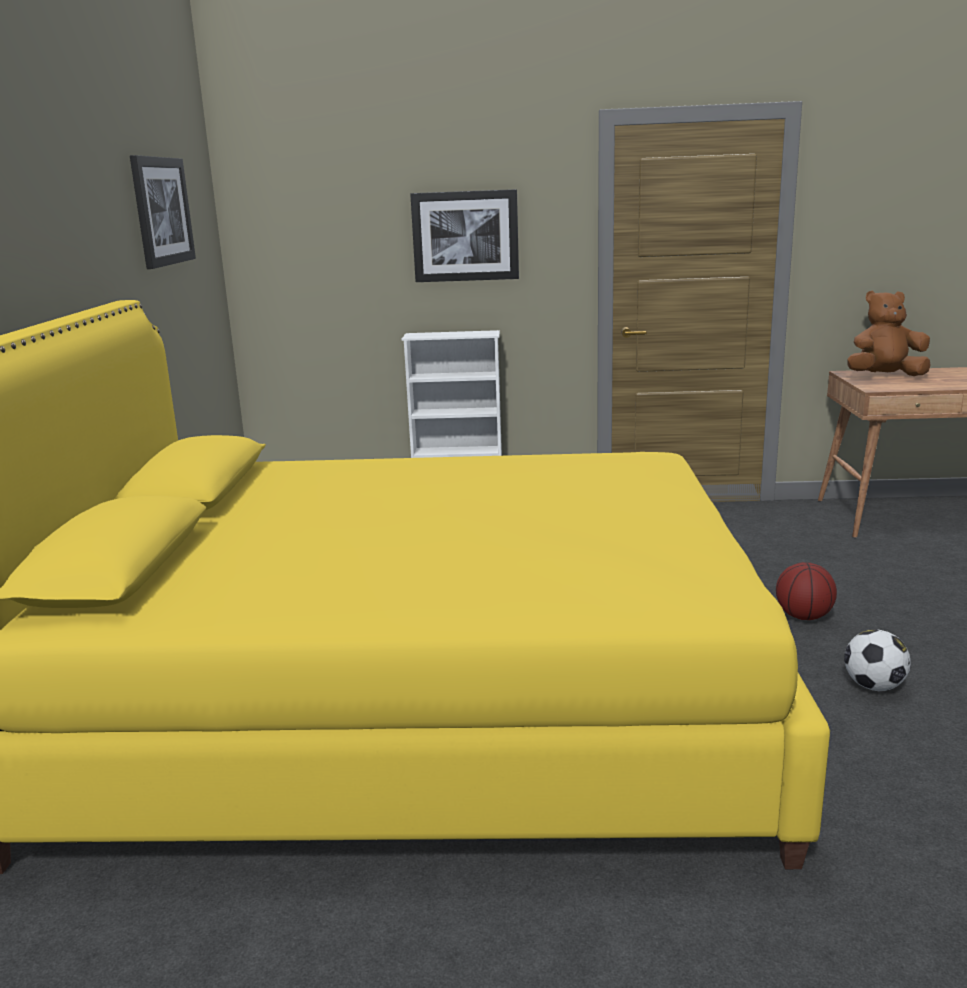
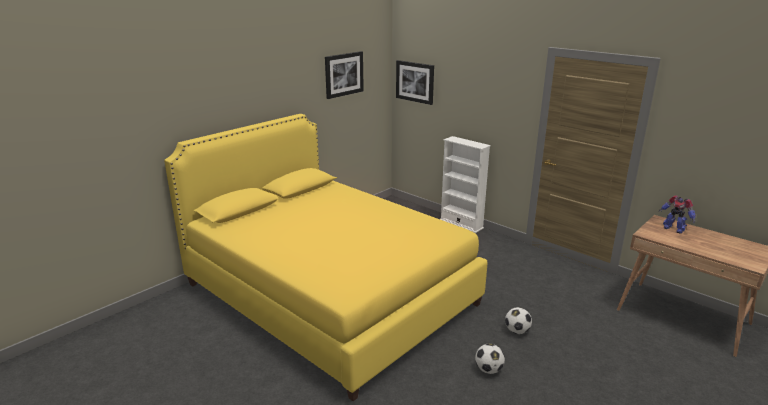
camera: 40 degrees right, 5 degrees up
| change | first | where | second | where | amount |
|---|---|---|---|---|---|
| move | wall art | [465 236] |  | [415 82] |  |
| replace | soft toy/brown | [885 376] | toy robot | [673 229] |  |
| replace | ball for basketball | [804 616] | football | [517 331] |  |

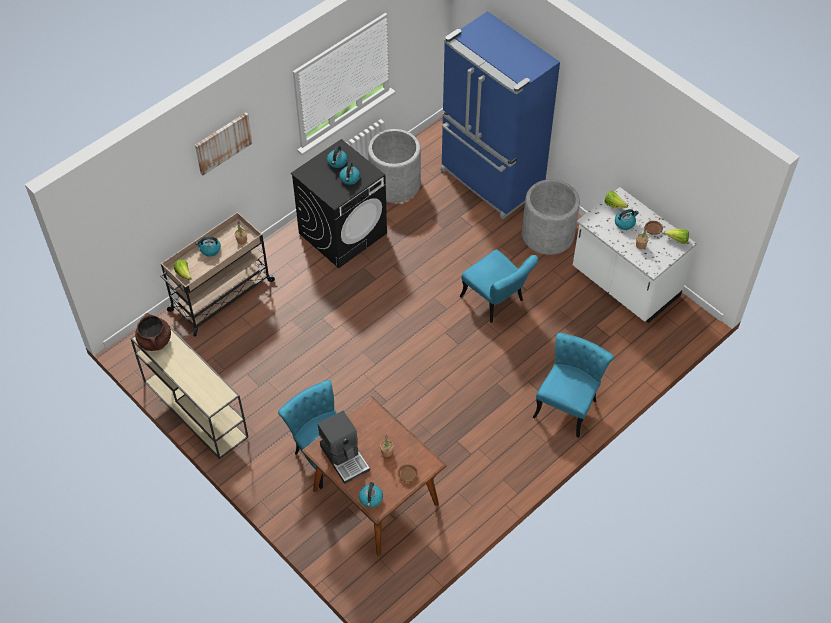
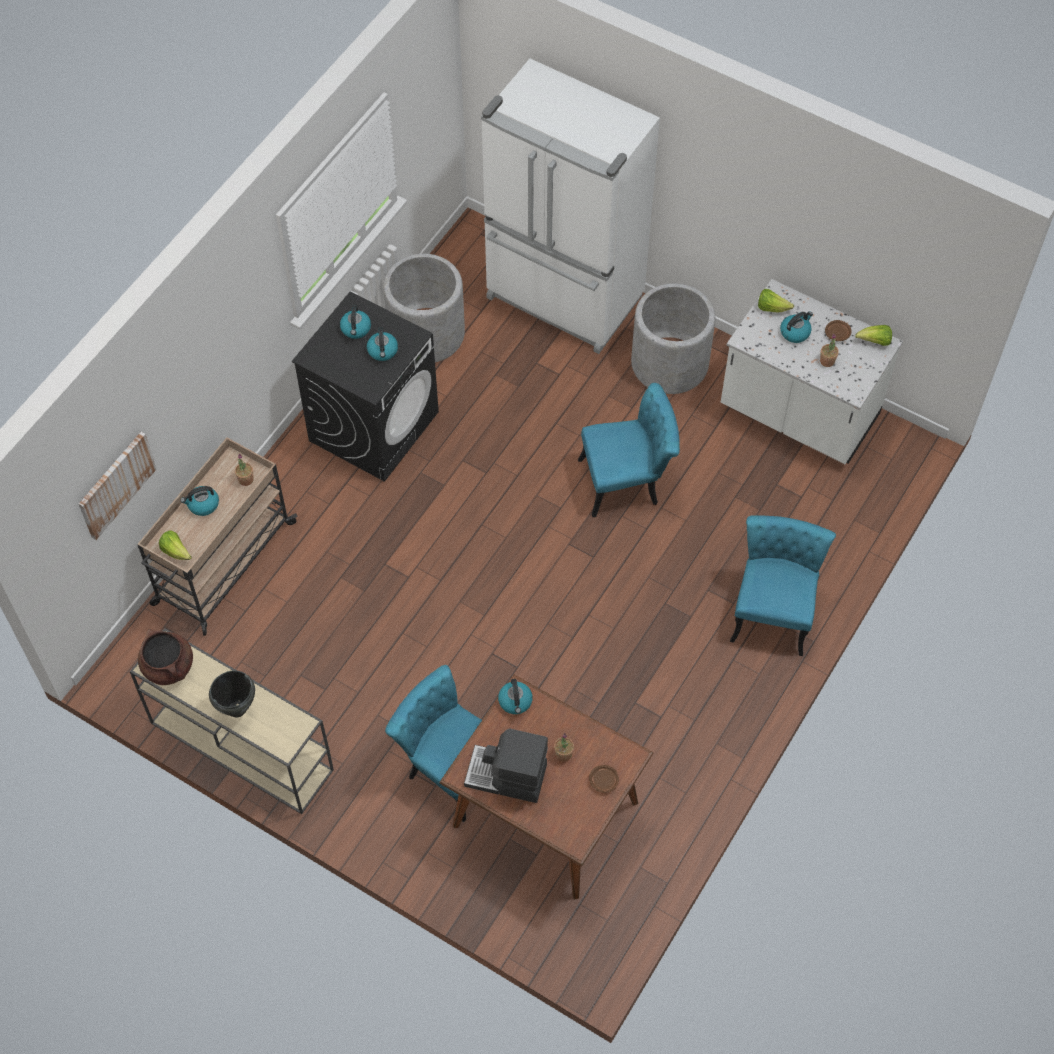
camera: 15 degrees left, 5 degrees up
| change | first | where | second | where | amount |
|---|---|---|---|---|---|
| recolor | kitchen fridge/blue | [490 181] | kitchen fridge/whitish | [563 299] |  |
| move | wall art | [223 143] |  | [116 484] |  |
| rotate | plain chair/turquoise | [496 302] |  | [627 481] | 45 degrees counterclockwise |
| rotate | coffee brewer | [345 457] |  | [506 776] | 150 degrees clockwise |
| move | tea kettle | [371 499] |  | [515 702] |  |
| insert |  |  | saucepot/black-coloured | [236 709] |  |

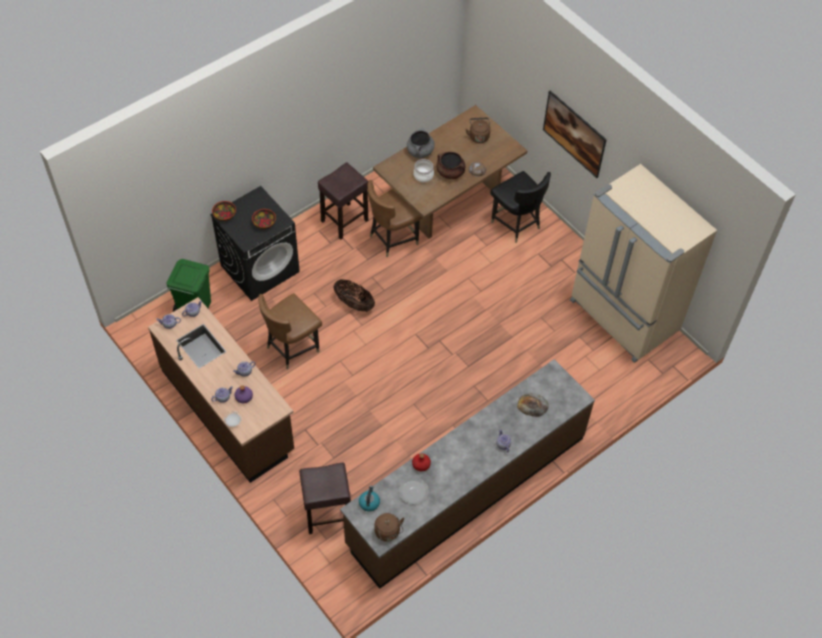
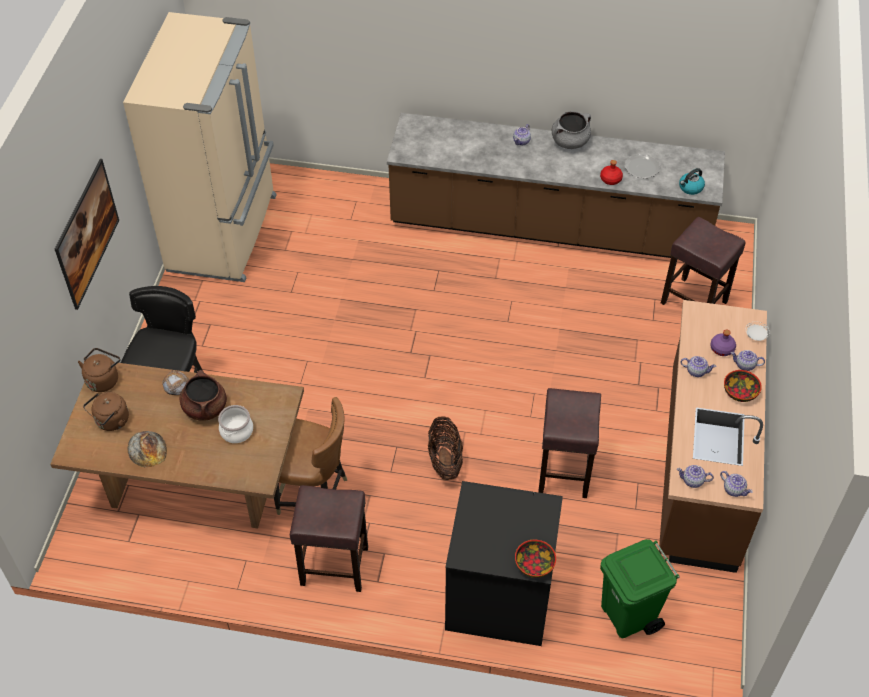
camera: 130 degrees left, 5 degrees down
| change | first | where | second | where | amount |
|---|---|---|---|---|---|
| move | saucepot/grey | [420 151] |  | [570 141] |  |
| move | deep dish | [264 223] |  | [739 392] |  |
| replace | plain chair/brown | [292 347] | sitting stool/brown | [564 472] |  |
| move | bread | [532 405] |  | [147 449] |  |
| move | tea kettle/brown | [388 533] |  | [103 379] |  |

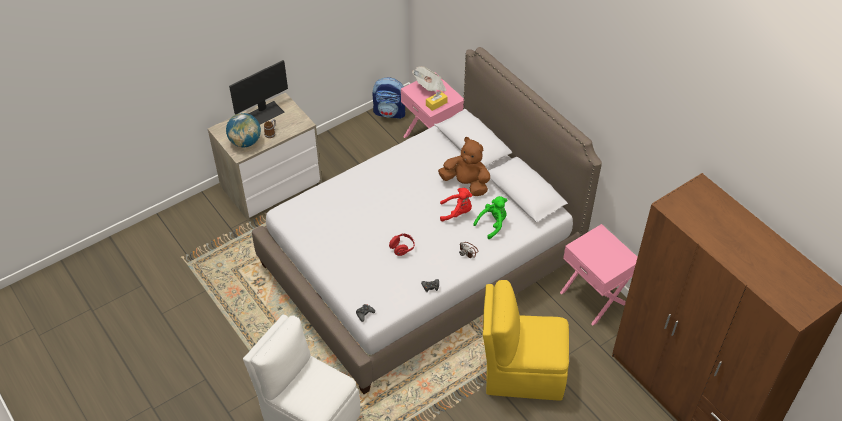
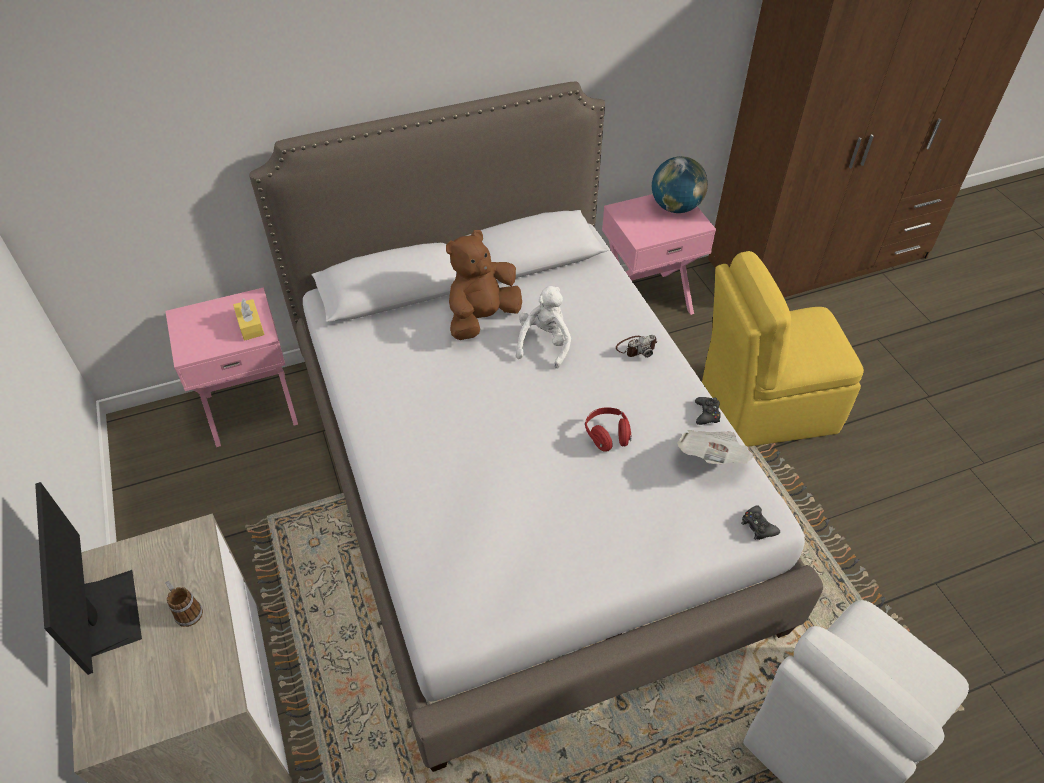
camera: 75 degrees left, 0 degrees up
| change | first | where | second | where | amount |
|---|---|---|---|---|---|
| move | daily paper | [429 87] |  | [712 458] |  |
| delete | backpack | [390 112] |  |  |  |
| move | world globe | [245 142] |  | [675 207] |  |
| recolor | soft toy/red-coloured | [457 212] | soft toy/whitish | [544 344] |  |
| delete | soft toy/greenish | [492 224] |  |  |  |
| rotate | plain chair/yellow | [522 372] |  | [764 408] | 60 degrees clockwise |

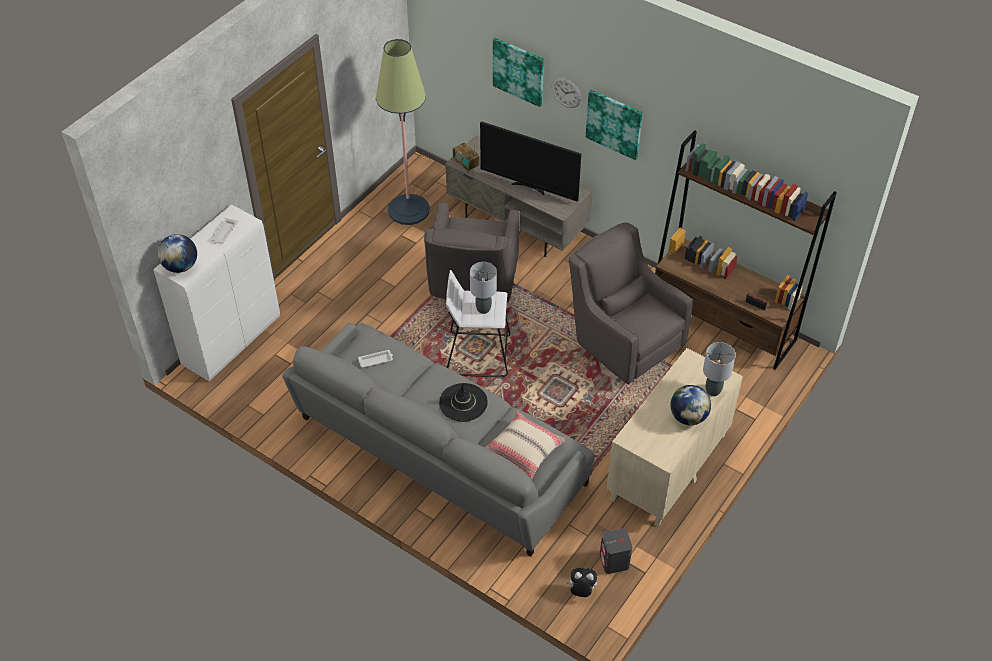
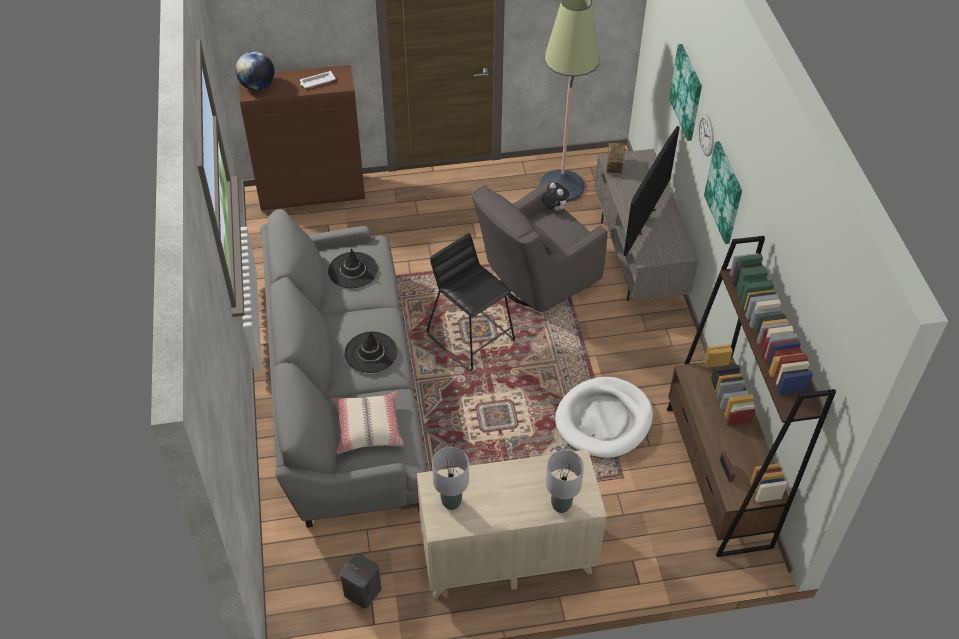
camera: 45 degrees right, 0 degrees up
| change | first | where | second | where | amount |
|---|---|---|---|---|---|
| rotate | TV set | [529 187] |  | [644 220] | 135 degrees counterclockwise |
| recolor | cupboard/whitish | [232 340] | cupboard/brown | [313 193] |  |
| replace | lounge chair/grey | [623 342] | pet bed/whitish | [604 420] |  |
| move | tabletop lamp/grey | [483 309] |  | [451 502] |  |
| recolor | sitting stool/whitish | [478 354] | sitting stool/black-coloured | [471 337] |  |
| replace | carrying tray/whitish | [376 360] | hat/black-coloured | [353 270] |  |
| delete | world globe | [688 417] |  |  |  |
| move | soft toy | [581 591] |  | [553 208] |  |

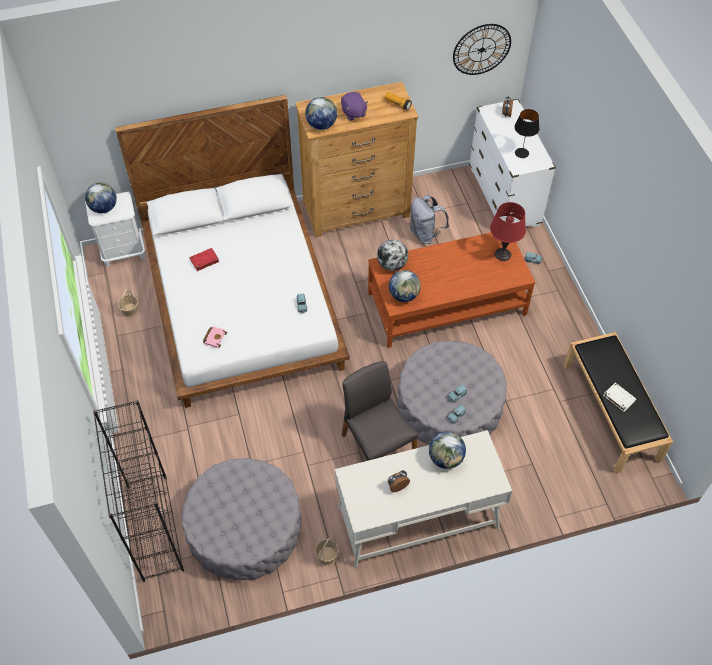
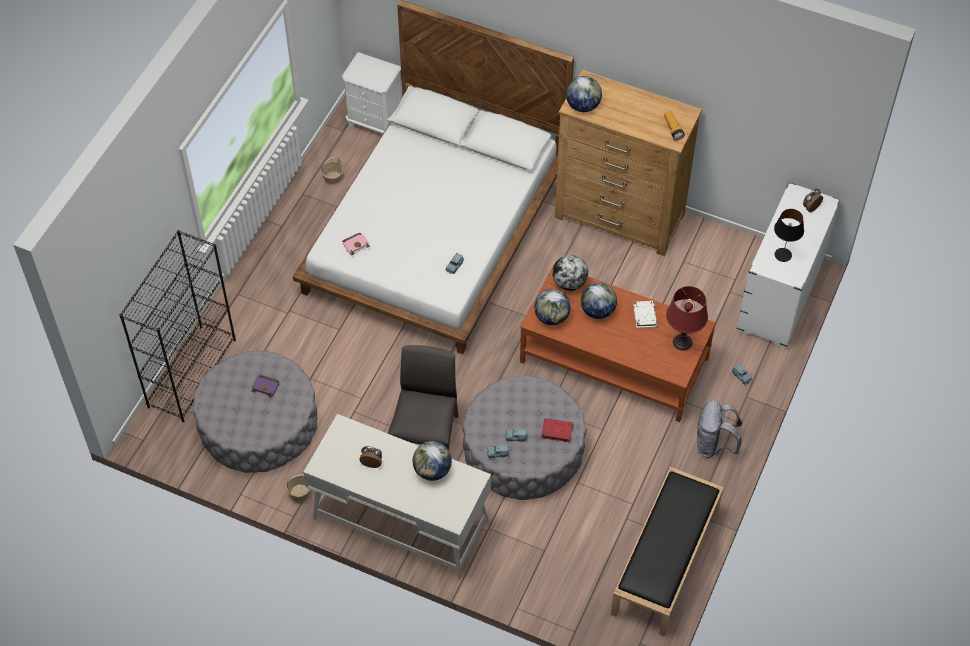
camera: 40 degrees right, 0 degrees up
| change | first | where | second | where | amount |
|---|---|---|---|---|---|
| delete | hanging clock | [482 49] |  |  |  |
| delete | soft toy/purplish | [353 113] |  |  |  |
| move | world globe | [104 208] |  | [597 311] |  |
| move | backpack/grey | [425 234] |  | [714 445] |  |
| move | volume/red-coloured | [204 261] |  | [556 431] |  |
| move | volume/whitish | [618 398] |  | [644 315] |  |
| insert |  |  | volume/purplish | [266 386] |  |

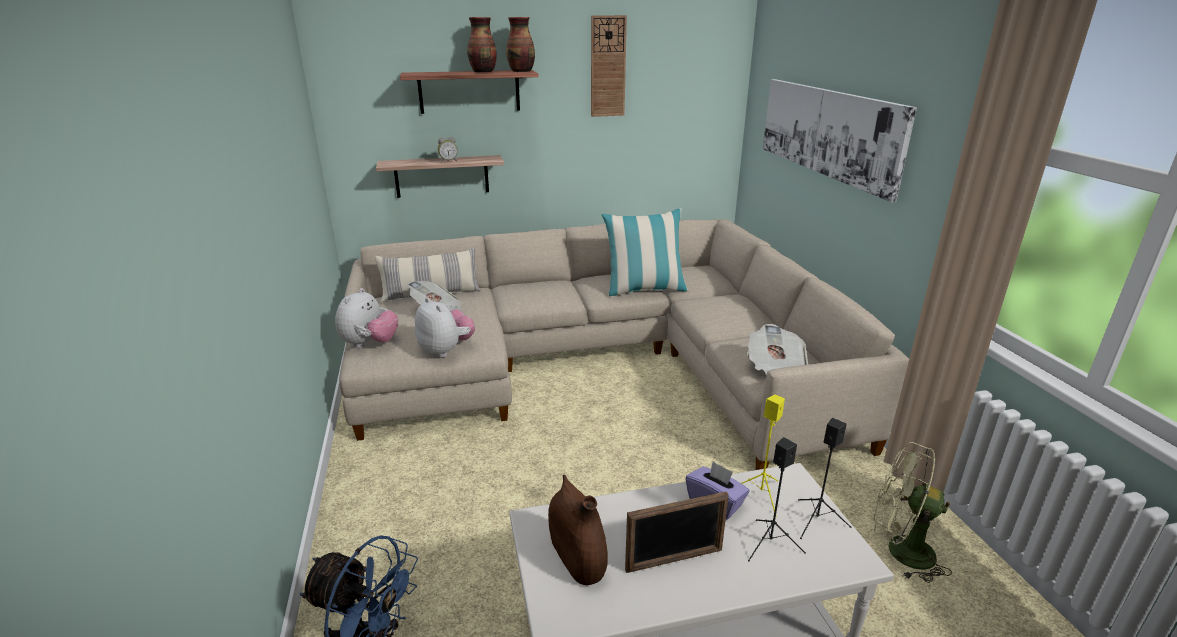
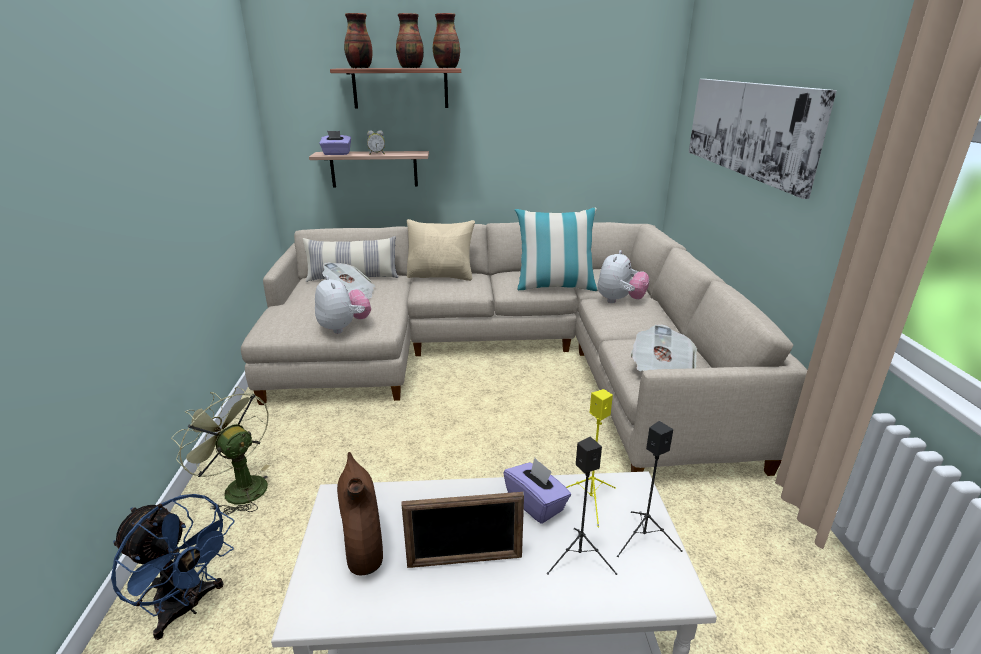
camera: 10 degrees right, 0 degrees up
| change | first | where | second | where | amount |
|---|---|---|---|---|---|
| delete | hanging clock | [608 67] |  |  |  |
| move | soft toy | [370 344] |  | [619 301] |  |
| move | fan/greenish | [899 551] |  | [239 487] |  |
| insert |  |  | flower vase | [359 68] |  |
| insert |  |  | tissue box/purplish | [336 154] |  |
| insert |  |  | cushion/sand-coloured | [441 276] |  |

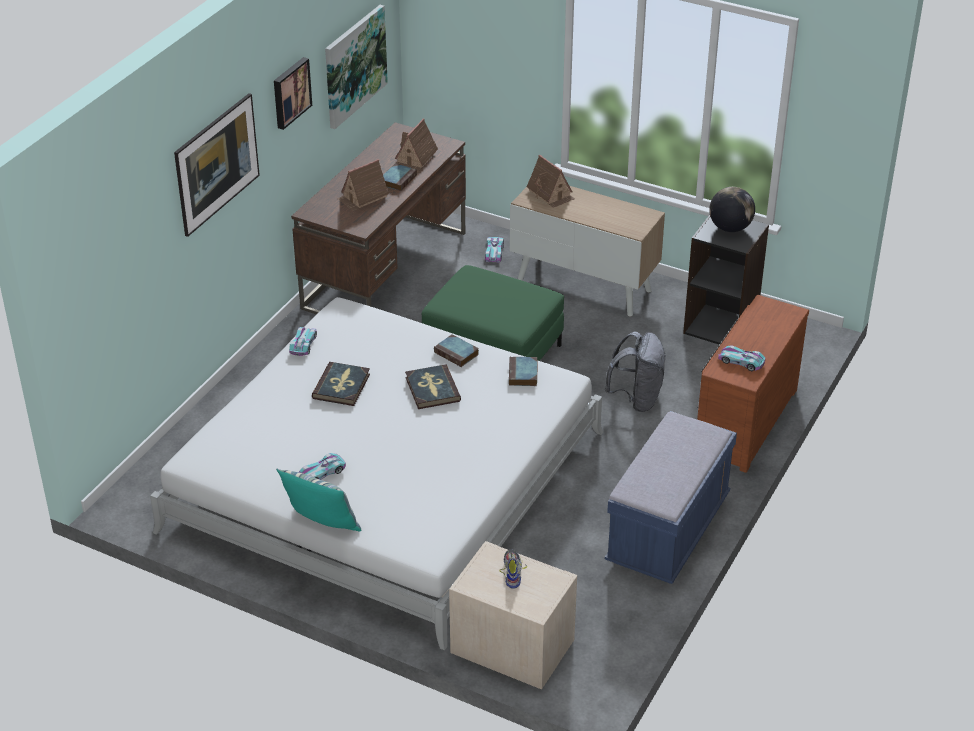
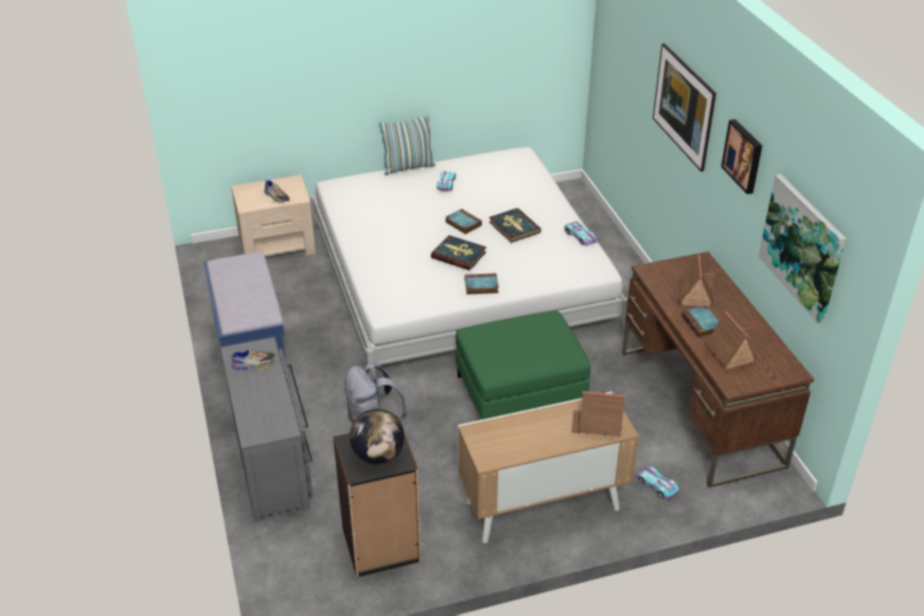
camera: 135 degrees right, 0 degrees up
| change | first | where | second | where | amount |
|---|---|---|---|---|---|
| recolor | dresser/brown | [743 420] | dresser/grey | [274 462] |  |
| replace | toy car | [741 361] | item of footwear | [254 363] |  |
| move | volume | [523 374] |  | [462 223] |  |

